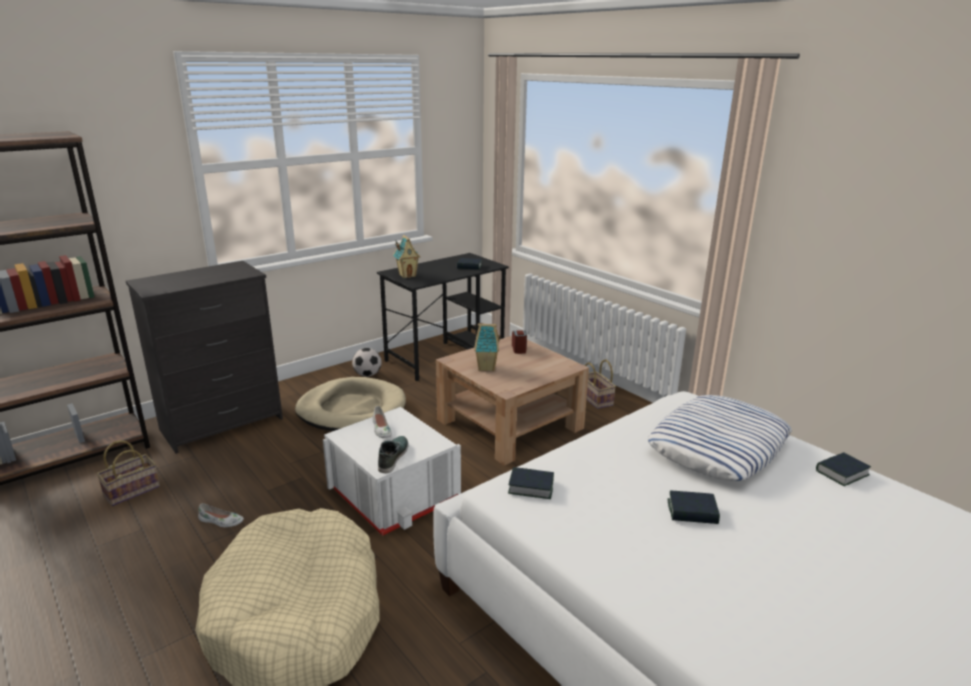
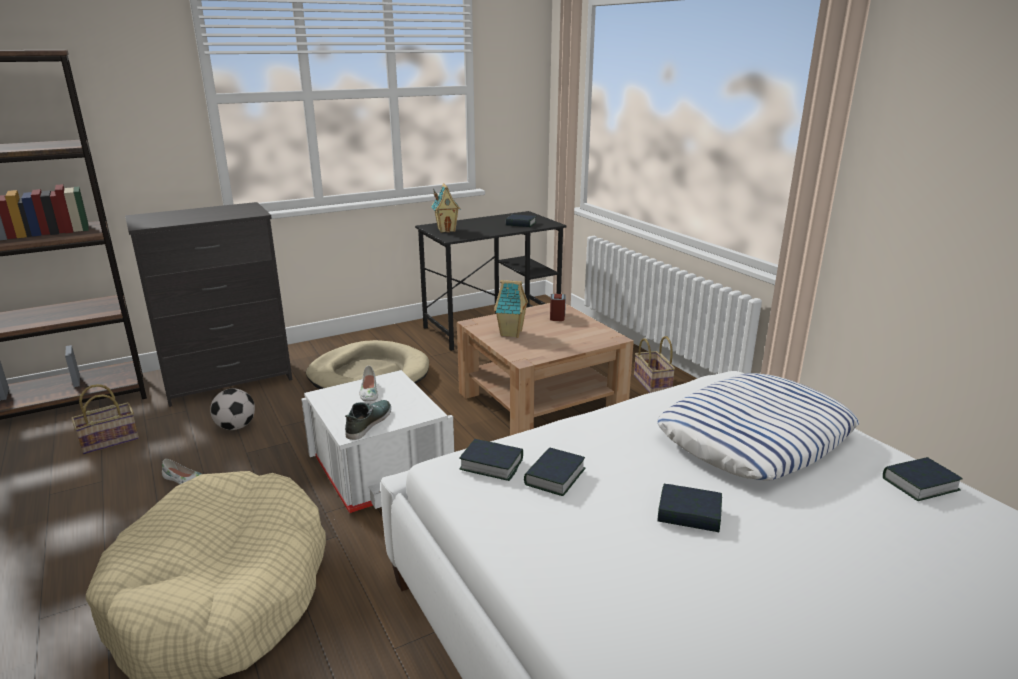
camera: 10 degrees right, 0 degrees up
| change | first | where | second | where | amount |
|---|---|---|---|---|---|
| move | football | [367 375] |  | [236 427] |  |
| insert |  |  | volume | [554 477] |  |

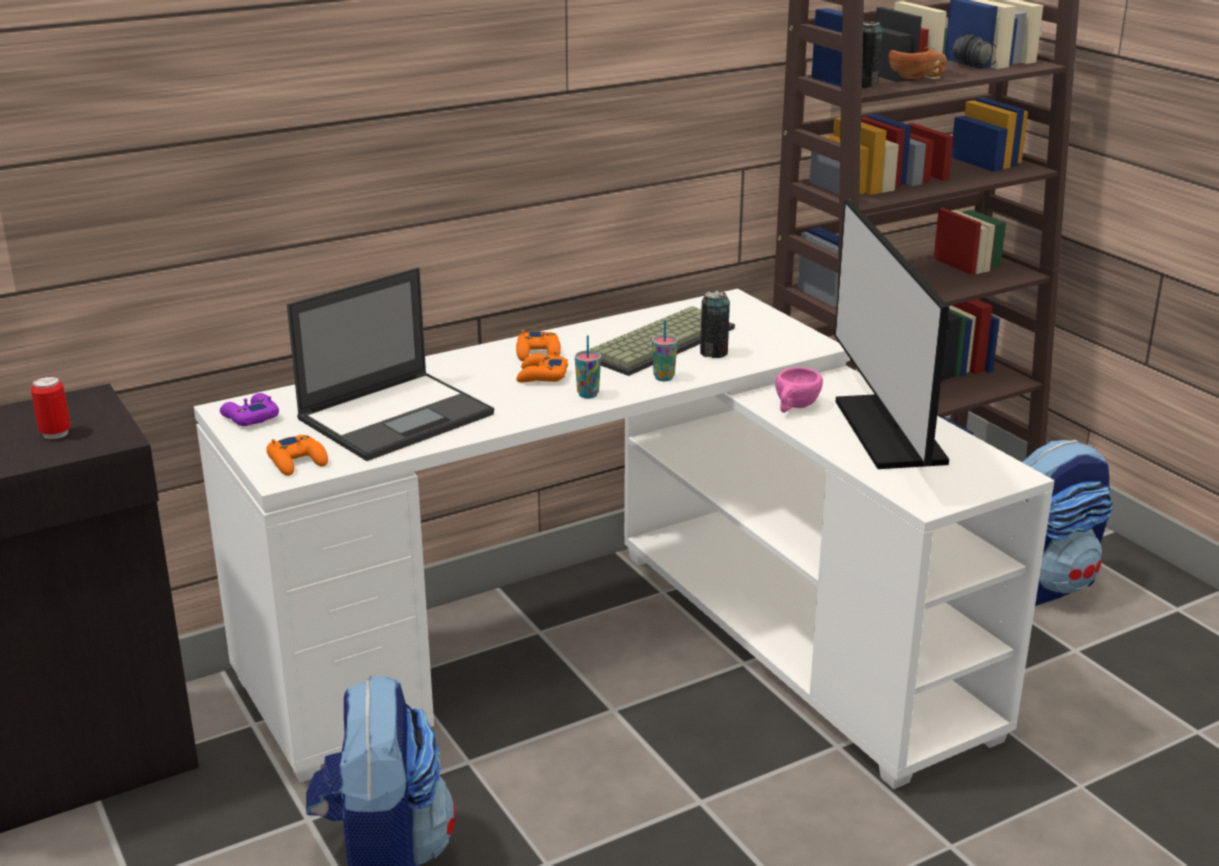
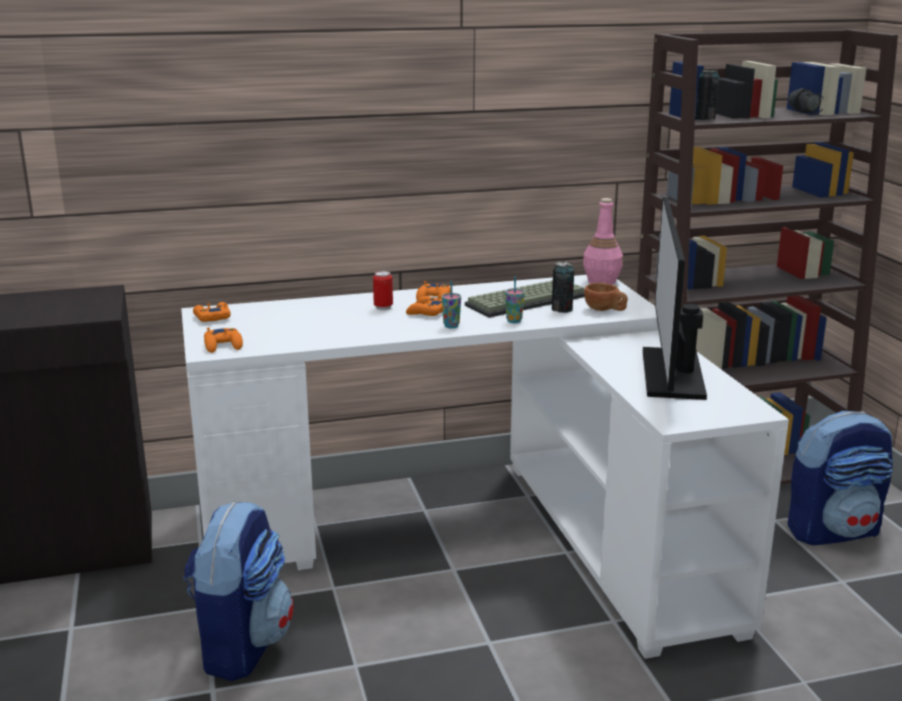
camera: 15 degrees right, 5 degrees down
| change | first | where | second | where | amount |
|---|---|---|---|---|---|
| move | cup/brown | [915 79] |  | [605 310] |  |
| delete | portable computer | [397 416] |  |  |  |
| delete | cup/pinkish | [794 407] |  |  |  |
| move | can | [55 433] |  | [383 307] |  |
| recolor | joypad/purplish | [250 417] | joypad/orange | [212 317] |  |
| insert |  |  | drink bottle/pinkish | [601 281] |  |

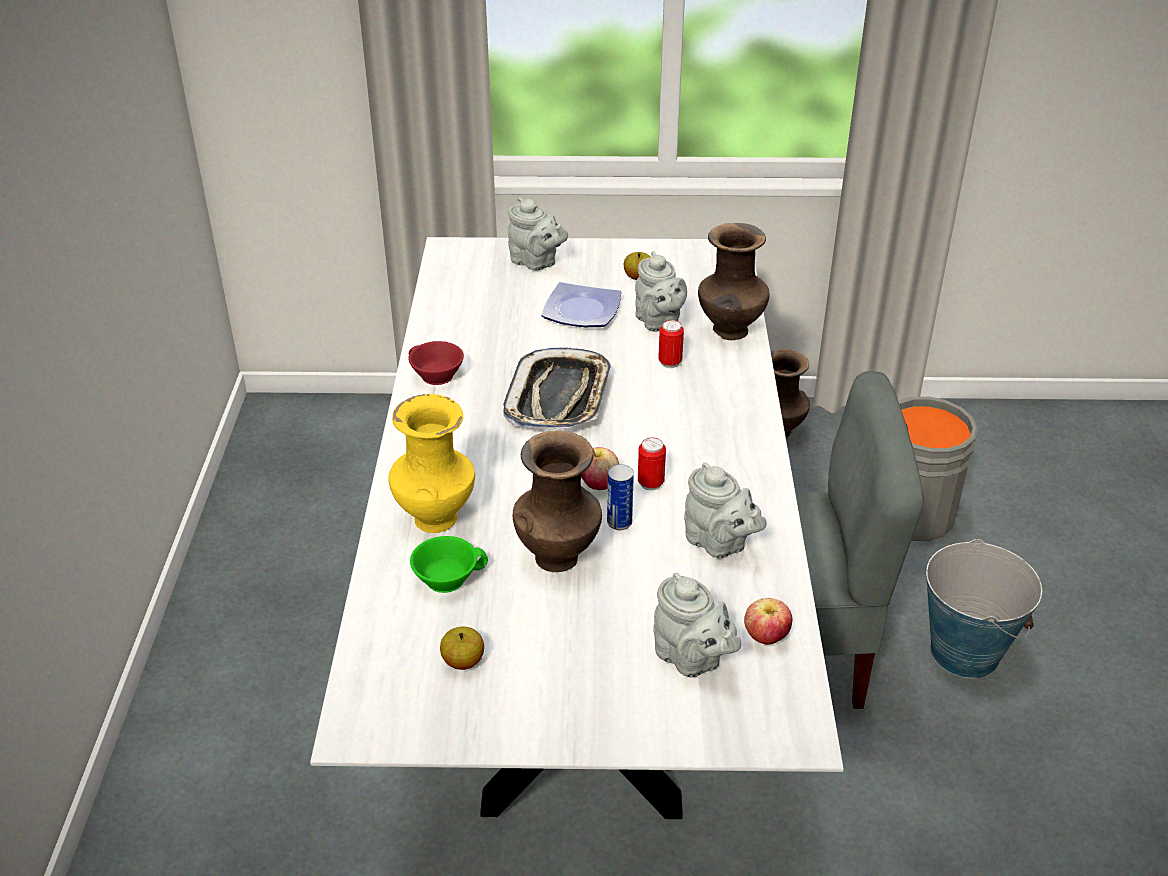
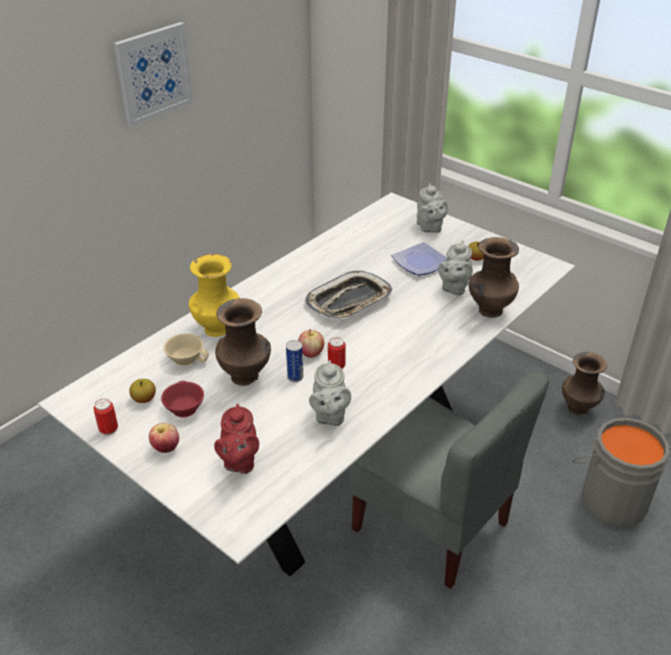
camera: 40 degrees right, 0 degrees up
| change | first | where | second | where | amount |
|---|---|---|---|---|---|
| move | can | [670 363] |  | [109 430] |  |
| move | cup/red-coloured | [434 376] |  | [183 408] |  |
| recolor | cup/greenish | [447 577] | cup/sand-coloured | [187 358] |  |
| delete | pail | [964 652] |  |  |  |
| recolor | teapot/grey | [691 659] | teapot/red-coloured | [239 462] |  |
| move | apple fruit | [766 637] |  | [166 448] |  |
| insert |  |  | wall art | [153 73] |  |

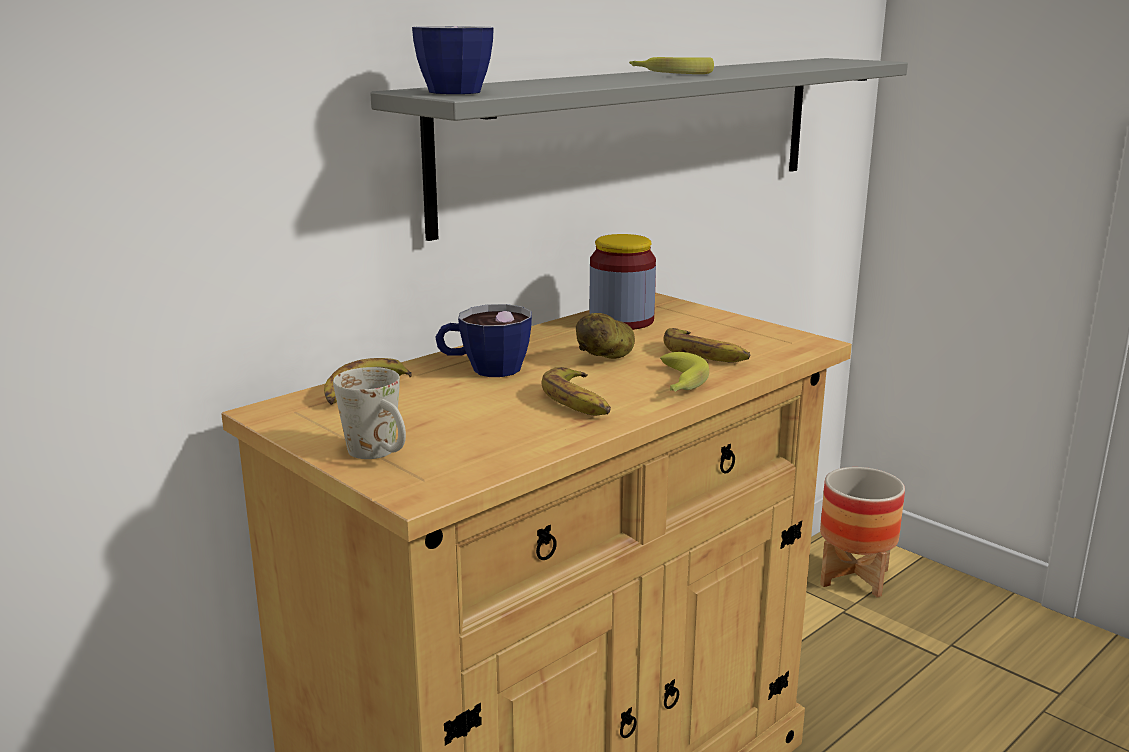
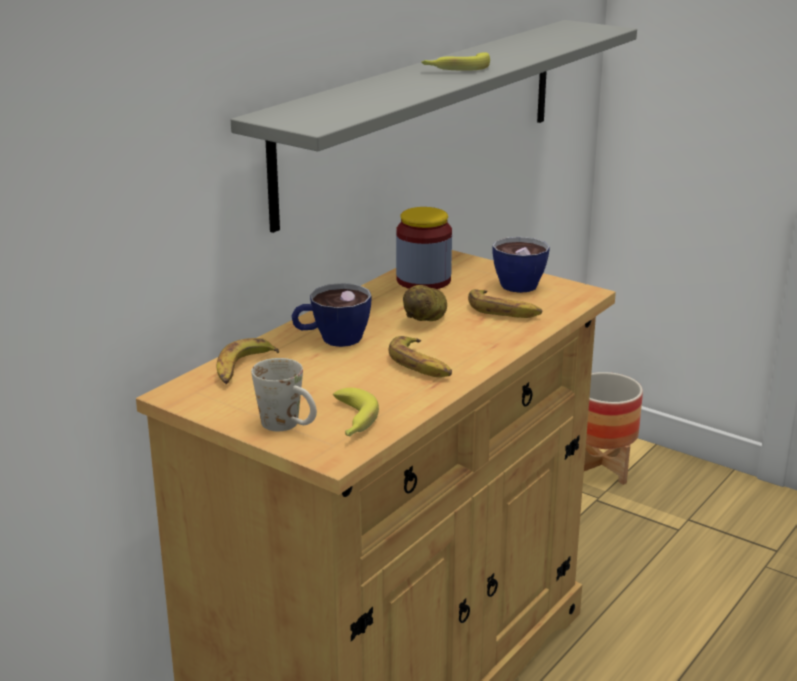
camera: 10 degrees left, 5 degrees up
| change | first | where | second | where | amount |
|---|---|---|---|---|---|
| move | cup | [462 91] |  | [521 282] |  |
| move | banana | [679 384] |  | [352 422] |  |

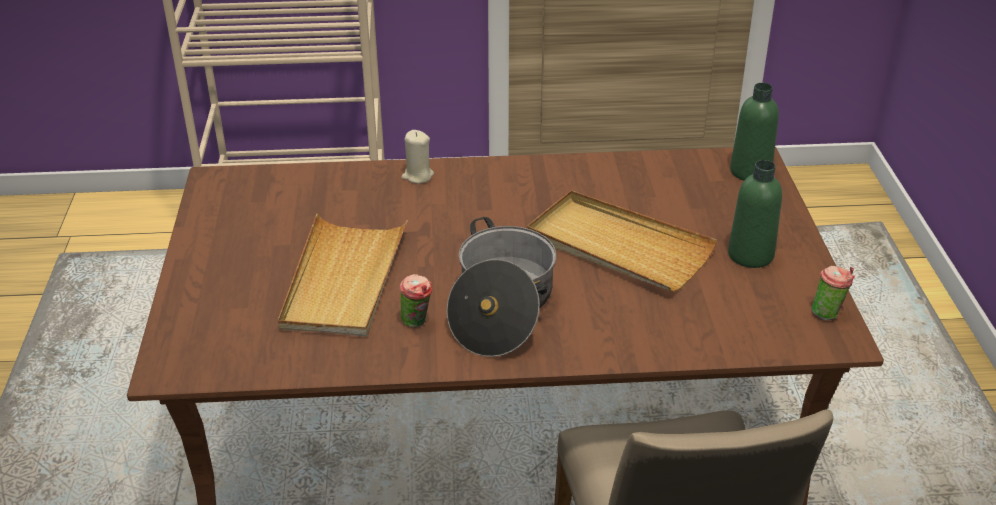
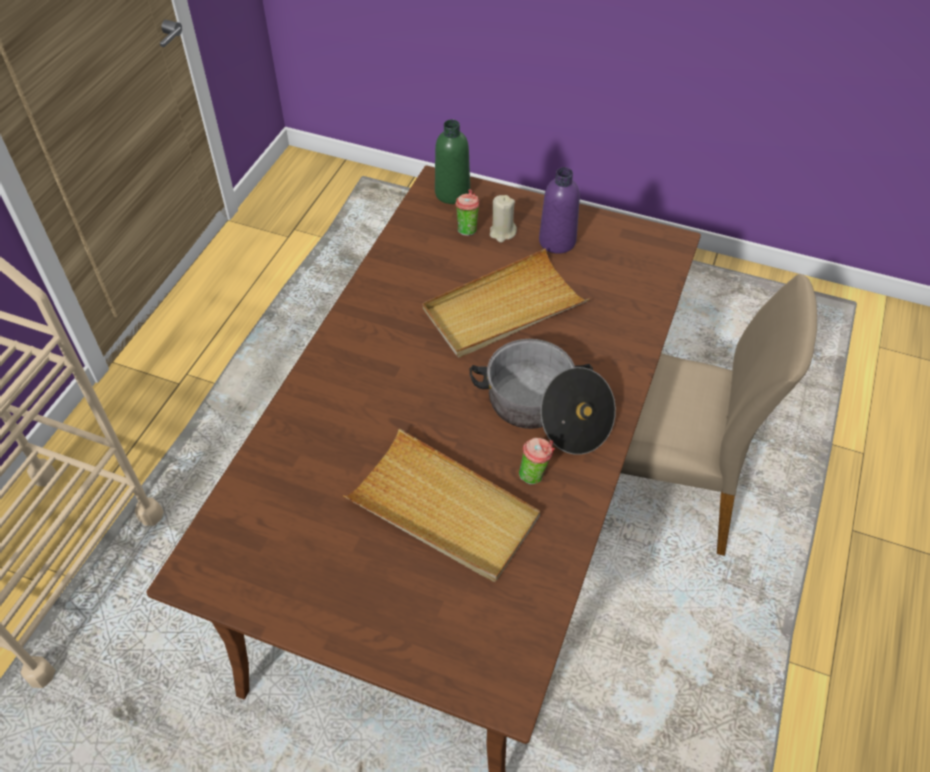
camera: 65 degrees left, 15 degrees up
| change | first | where | second | where | amount |
|---|---|---|---|---|---|
| move | candle/sand-coloured | [417 176] |  | [502 233] |  |
| recolor | drink bottle/greenish | [750 255] | drink bottle/purplish | [557 241] |  |
| move | cup | [828 313] |  | [467 229] |  |

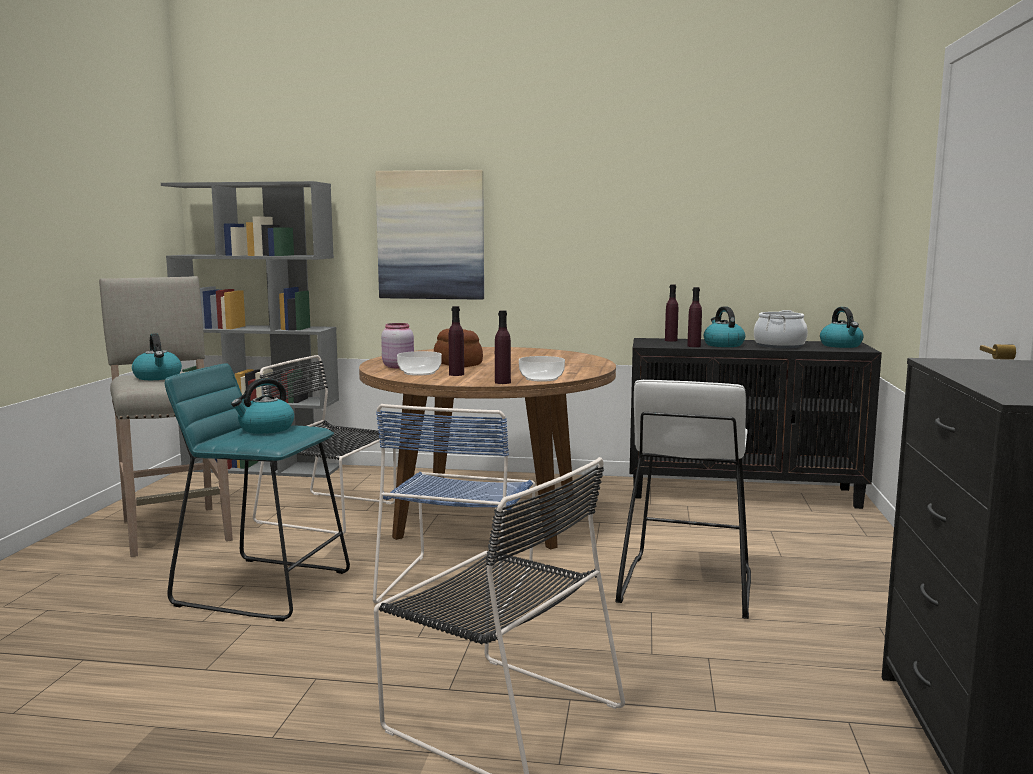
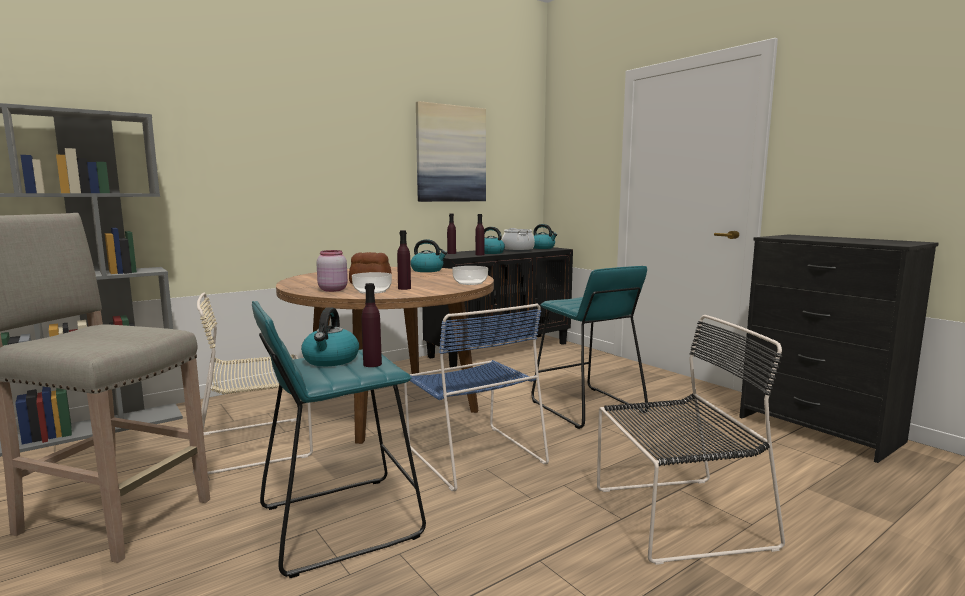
camera: 45 degrees left, 0 degrees up
| change | first | where | second | where | amount |
|---|---|---|---|---|---|
| move | wall art | [431 235] |  | [451 154] |  |
| move | drink bottle/purplish | [502 382] |  | [372 364] |  |
| move | tea kettle | [158 377] |  | [428 270] |  |
| recolor | plain chair/black-coloured | [331 513] | plain chair/sand-coloured | [258 444] |  |
| recolor | sitting stool/whitish | [685 586] | sitting stool/turquoise | [586 407] |  |

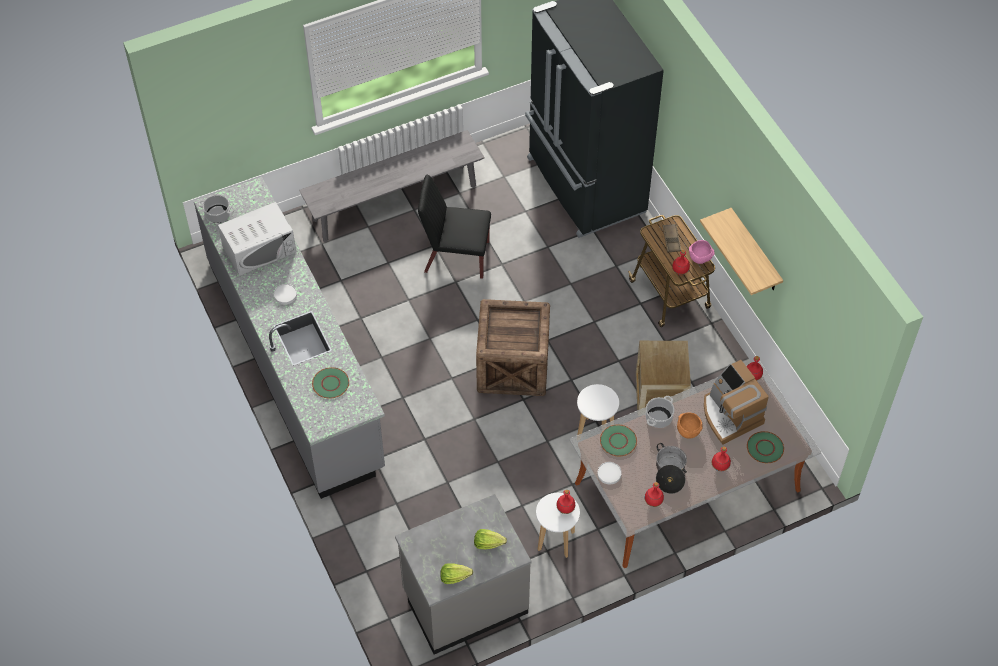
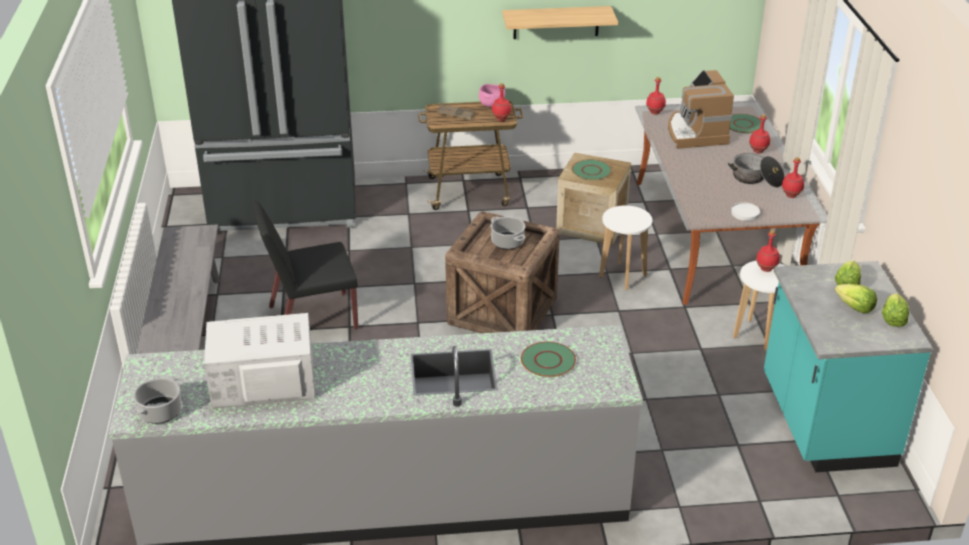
camera: 70 degrees left, 20 degrees down
| change | first | where | second | where | amount |
|---|---|---|---|---|---|
| rotate | plain chair/black-coloured | [455 256] |  | [311 318] | 45 degrees clockwise |
| rotate | microwave oven/whitish | [259 249] |  | [263 381] | 90 degrees counterclockwise |
| delete | plate/whitish | [285 295] |  |  |  |
| rotate | coffee brewer | [729 415] |  | [695 133] | 90 degrees clockwise |
| move | saucepot | [658 418] |  | [508 242] |  |
| delete | deep dish/orange | [687 431] |  |  |  |
| move | plate/greenish | [618 441] |  | [591 171] |  |
| recolor | kitchen base unit/grey | [464 601] | kitchen base unit/turquoise | [824 423] |  |
| insert |  |  | lettuce | [854 307] |  |

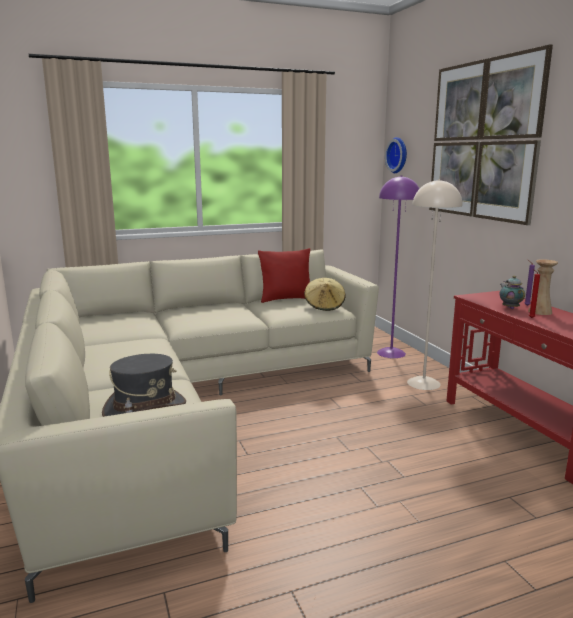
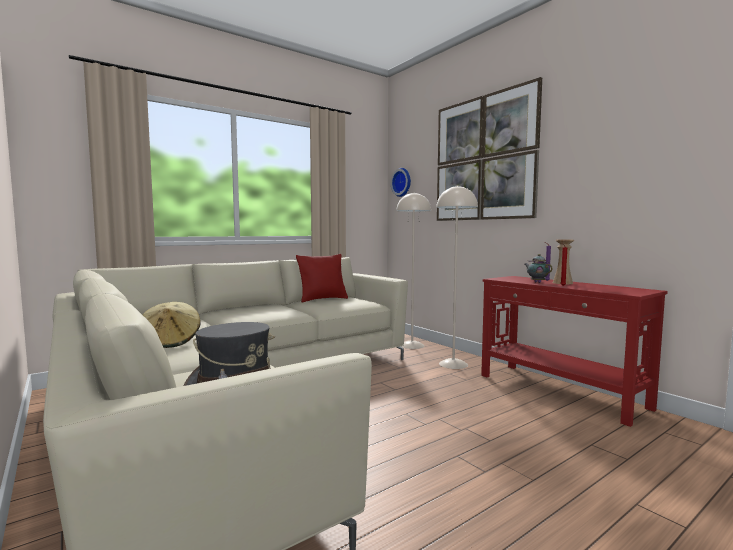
camera: 15 degrees left, 10 degrees down
| change | first | where | second | where | amount |
|---|---|---|---|---|---|
| recolor | standing lamp/purplish | [391 353] | standing lamp/sand-coloured | [412 345] |  |
| move | hat/sand-coloured | [324 306] |  | [170 342] |  |

